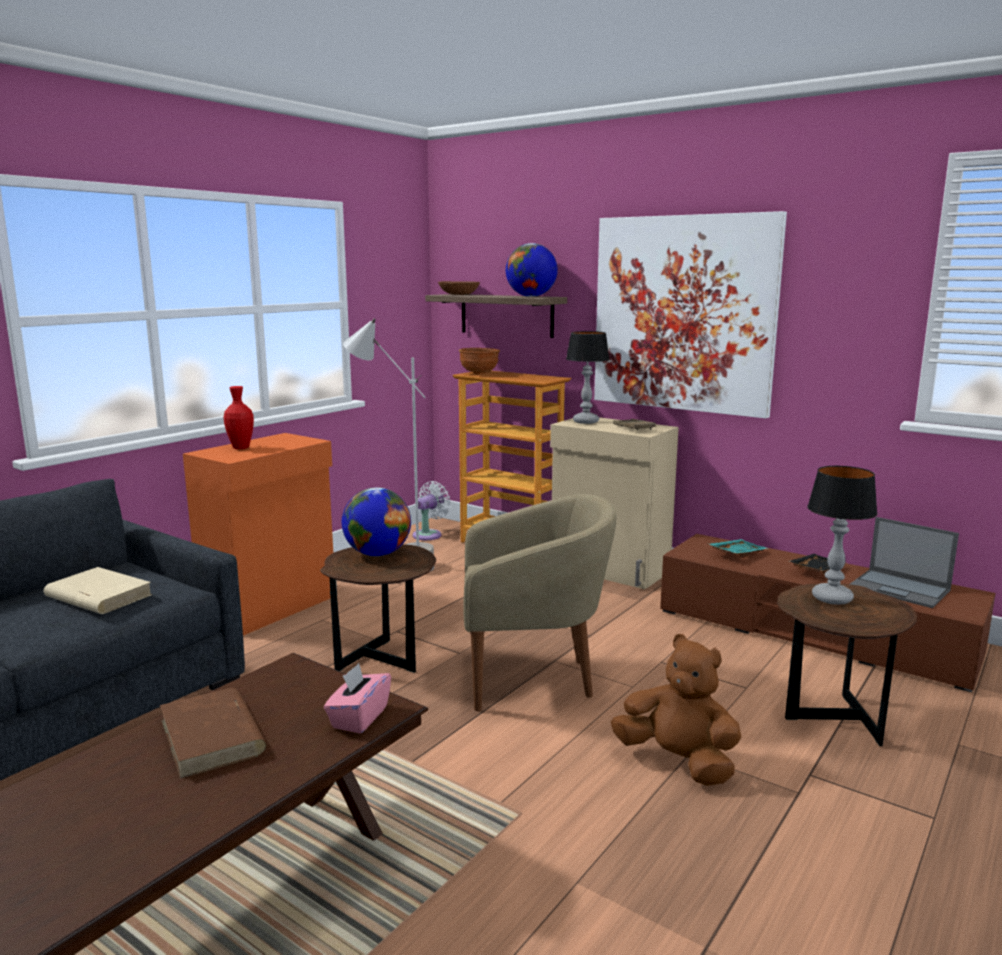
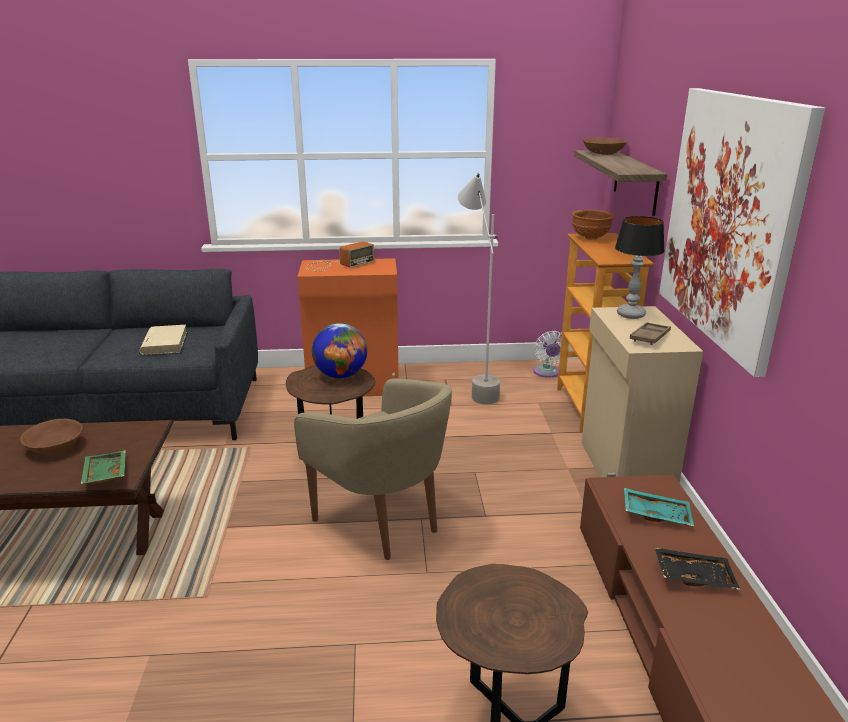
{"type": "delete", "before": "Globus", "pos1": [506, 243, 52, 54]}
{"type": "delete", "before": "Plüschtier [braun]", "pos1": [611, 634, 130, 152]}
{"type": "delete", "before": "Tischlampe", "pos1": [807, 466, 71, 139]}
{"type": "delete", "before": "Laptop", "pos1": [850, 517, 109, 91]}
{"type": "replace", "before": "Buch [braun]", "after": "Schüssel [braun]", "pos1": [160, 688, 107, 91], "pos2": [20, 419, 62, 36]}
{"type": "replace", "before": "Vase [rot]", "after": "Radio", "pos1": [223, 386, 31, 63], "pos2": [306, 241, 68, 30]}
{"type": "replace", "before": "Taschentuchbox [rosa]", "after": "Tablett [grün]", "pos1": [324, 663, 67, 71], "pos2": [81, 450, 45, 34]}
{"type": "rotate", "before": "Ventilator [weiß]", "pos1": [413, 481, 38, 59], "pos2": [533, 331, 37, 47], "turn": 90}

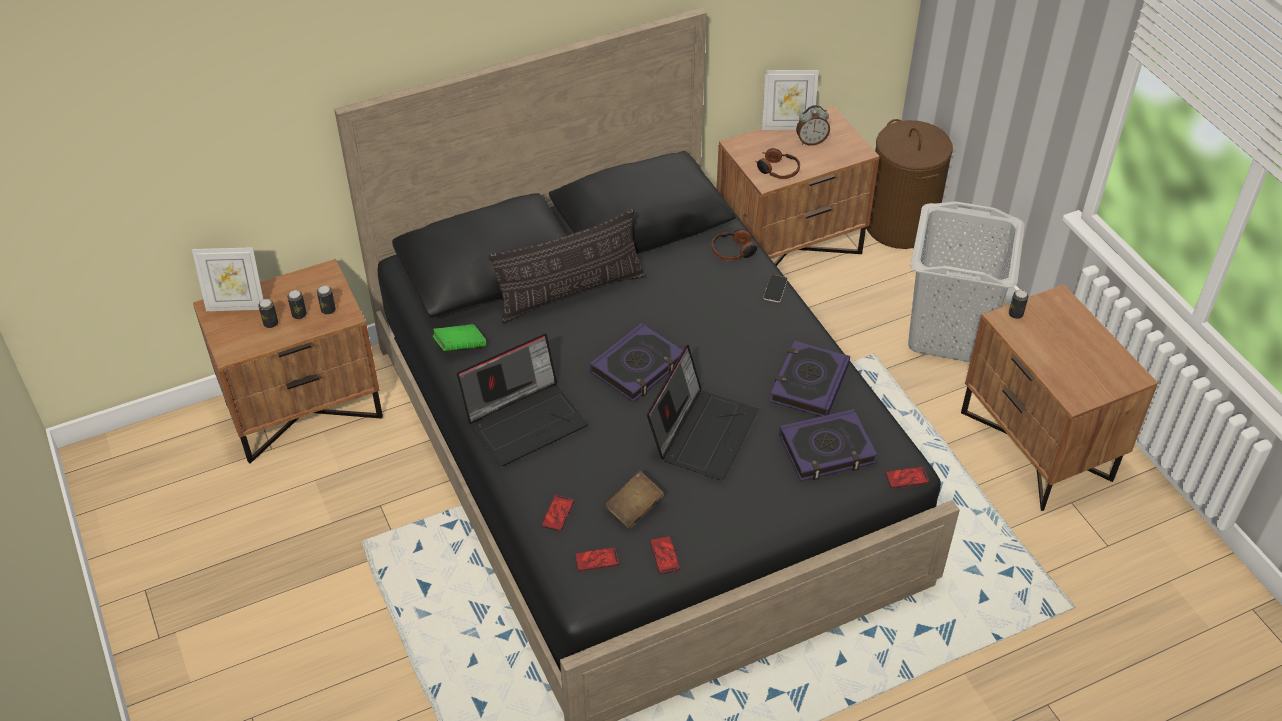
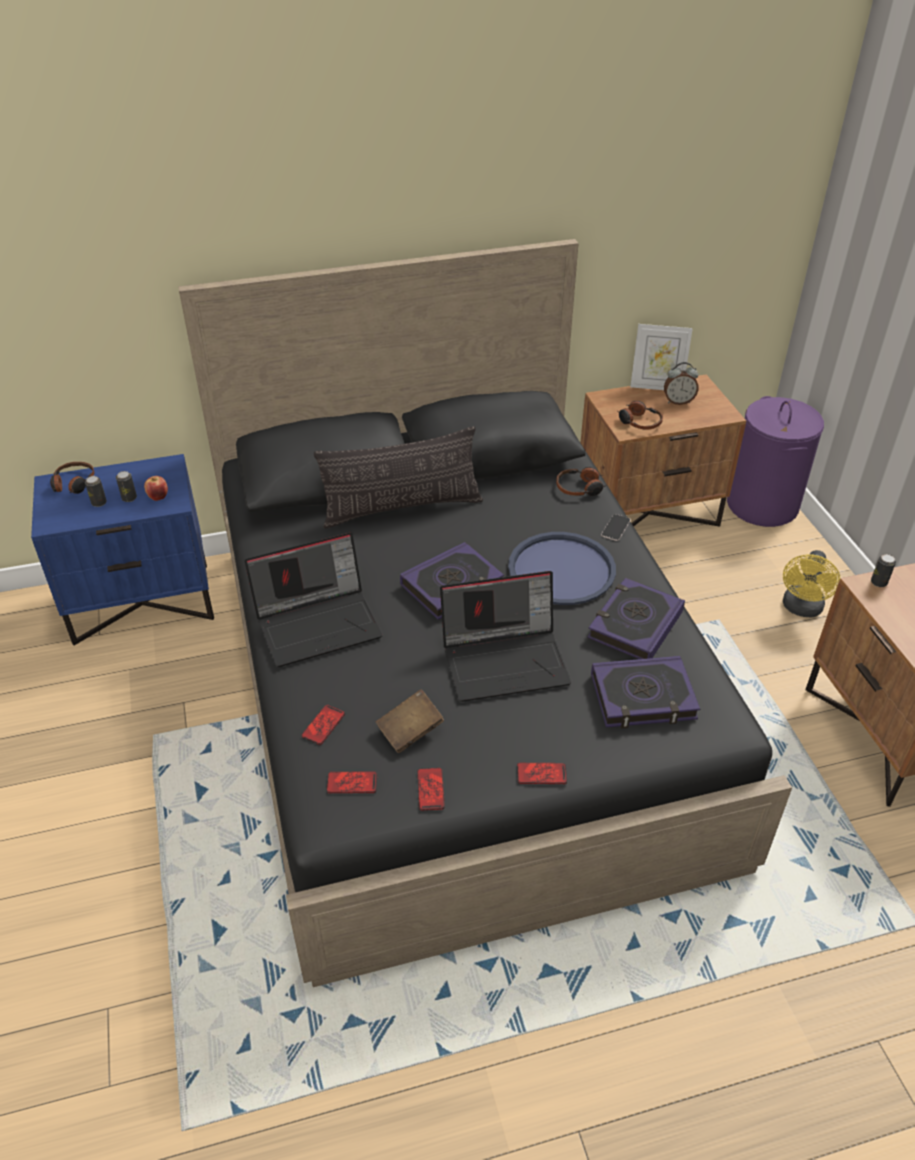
{"type": "delete", "before": "Buch [grün]", "pos1": [433, 324, 53, 27]}
{"type": "insert", "after": "Tablett [blau]", "pos2": [508, 532, 108, 73]}
{"type": "move", "before": "Handy", "pos1": [886, 467, 43, 21], "pos2": [517, 763, 50, 21]}
{"type": "replace", "before": "Bilderrahmen", "after": "Kopfhörer", "pos1": [192, 247, 71, 64], "pos2": [50, 462, 44, 32]}
{"type": "replace", "before": "Dose", "after": "Apfel", "pos1": [317, 285, 19, 30], "pos2": [144, 476, 24, 25]}
{"type": "replace", "before": "Wäschekorb [grau]", "after": "Ventilator [gelb]", "pos1": [908, 201, 117, 161], "pos2": [783, 550, 57, 68]}
{"type": "recolor", "before": "Nachttisch [braun]", "after": "Nachttisch [blau]", "pos1": [193, 259, 190, 205], "pos2": [31, 454, 183, 191]}
{"type": "recolor", "before": "Wäschekorb [braun]", "after": "Wäschekorb [lila]", "pos1": [866, 119, 87, 130], "pos2": [727, 396, 97, 131]}
{"type": "rotate", "before": "Laptop", "pos1": [647, 345, 112, 135], "pos2": [440, 571, 131, 131], "turn": 45}

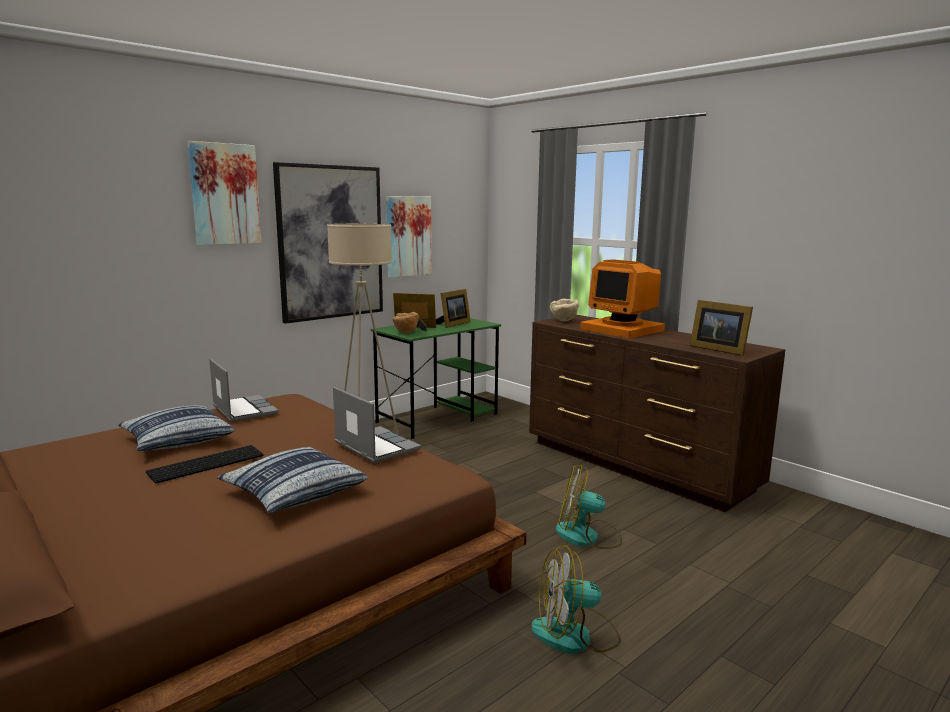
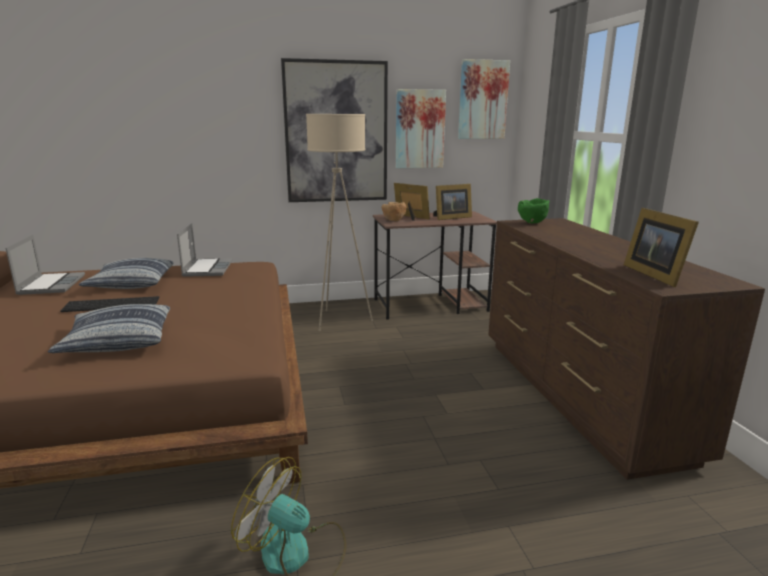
{"type": "delete", "before": "Ventilator", "pos1": [556, 465, 66, 84]}
{"type": "delete", "before": "Monitor", "pos1": [580, 259, 85, 79]}
{"type": "move", "before": "Bild", "pos1": [188, 141, 73, 104], "pos2": [458, 59, 52, 80]}
{"type": "move", "before": "Laptop", "pos1": [333, 387, 88, 76], "pos2": [5, 235, 80, 60]}
{"type": "recolor", "before": "Schreibtisch [grün]", "after": "Schreibtisch [braun]", "pos1": [371, 318, 130, 121], "pos2": [373, 211, 124, 109]}
{"type": "recolor", "before": "Schüssel [beige]", "after": "Schüssel [grün]", "pos1": [550, 299, 29, 23], "pos2": [518, 198, 32, 26]}

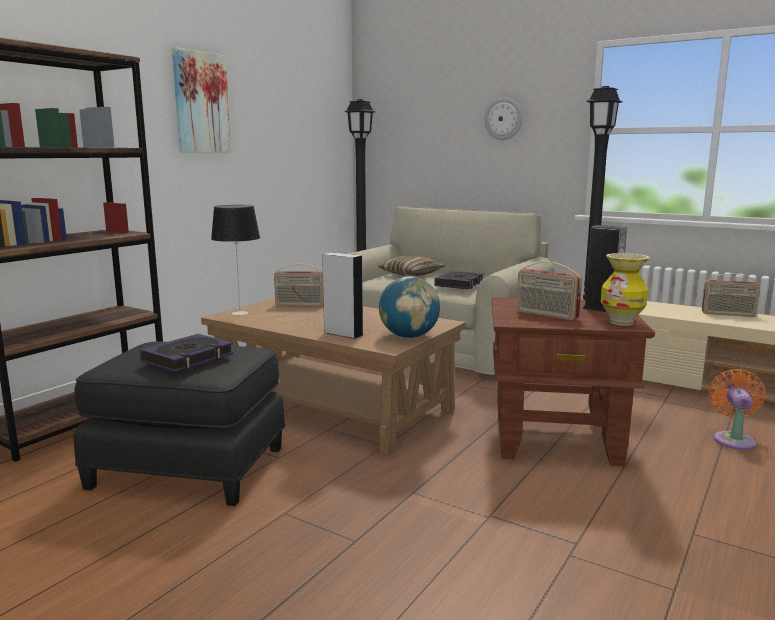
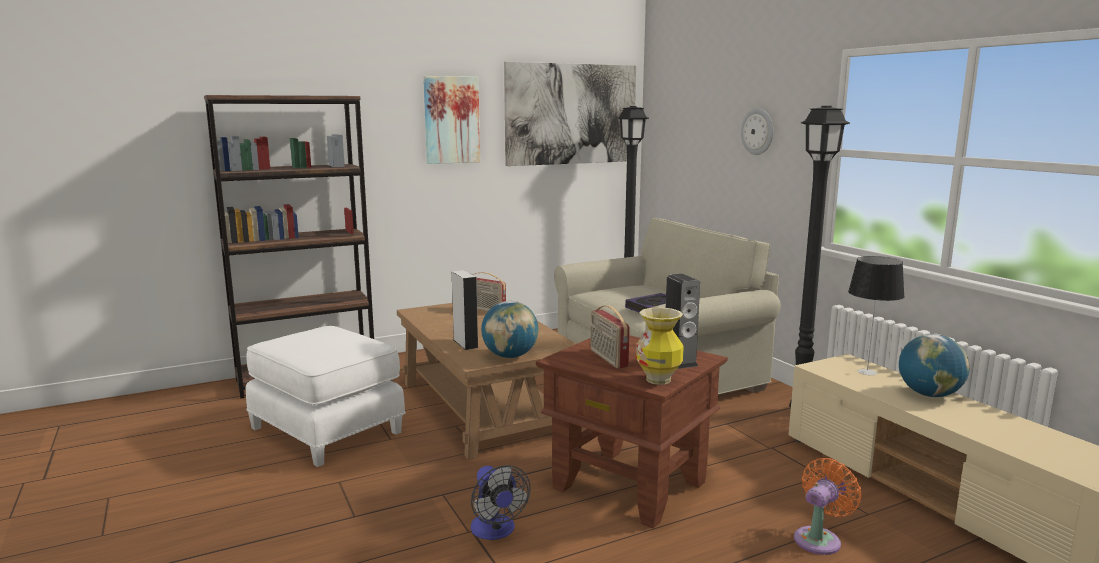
{"type": "delete", "before": "Buch", "pos1": [140, 334, 94, 38]}
{"type": "delete", "before": "Kissen", "pos1": [378, 256, 68, 20]}
{"type": "insert", "after": "Ventilator", "pos2": [471, 465, 60, 75]}
{"type": "insert", "after": "Bild", "pos2": [504, 62, 132, 104]}
{"type": "move", "before": "Tischlampe", "pos1": [211, 205, 49, 110], "pos2": [848, 256, 57, 119]}
{"type": "replace", "before": "Radio", "after": "Globus", "pos1": [702, 273, 59, 44], "pos2": [899, 334, 70, 63]}
{"type": "recolor", "before": "Polsterhocker [schwarz]", "after": "Polsterhocker [weiß]", "pos1": [73, 341, 213, 165], "pos2": [246, 326, 160, 141]}

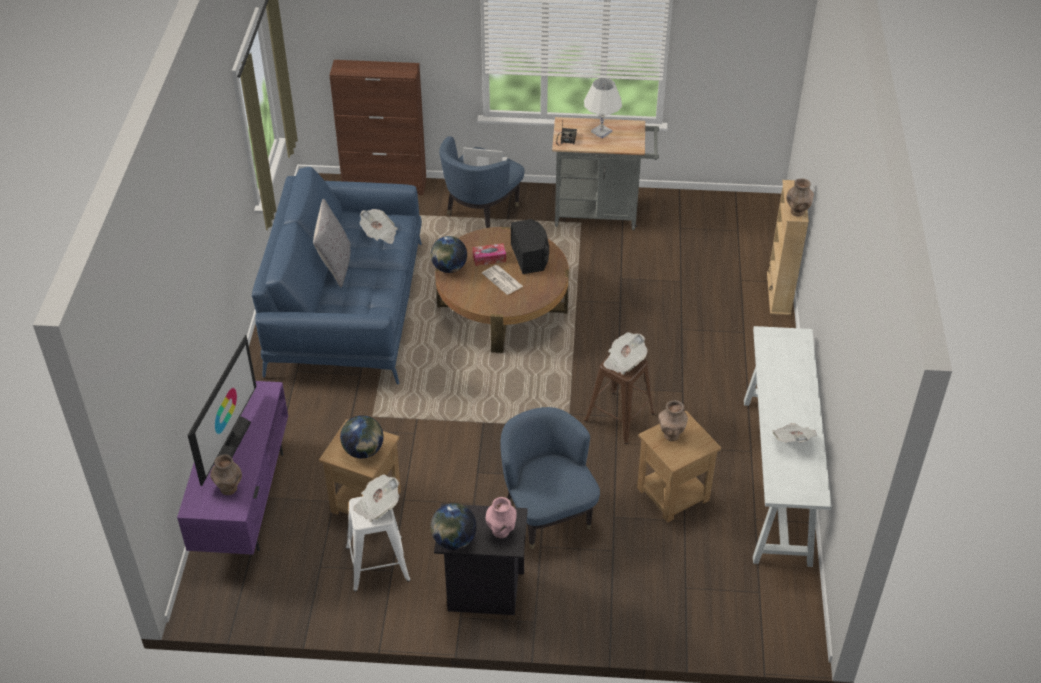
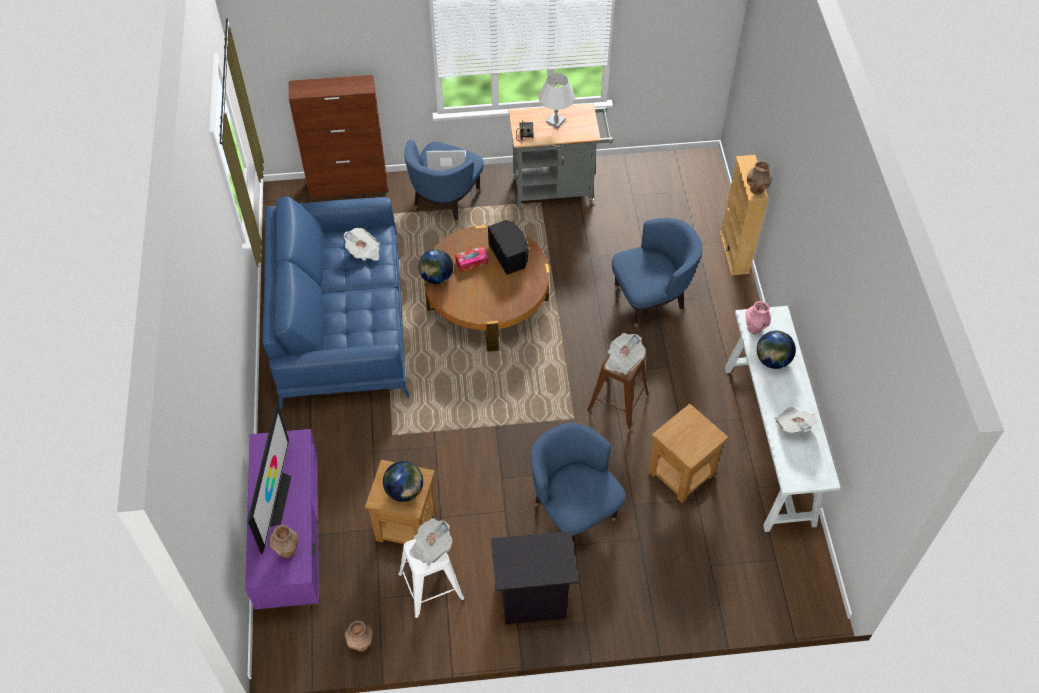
{"type": "delete", "before": "Kissen [grau]", "pos1": [313, 199, 38, 89]}
{"type": "delete", "before": "Zeitung", "pos1": [482, 265, 41, 30]}
{"type": "insert", "after": "Sessel [blau]", "pos2": [612, 218, 91, 109]}
{"type": "move", "before": "Globus", "pos1": [431, 503, 46, 47], "pos2": [757, 331, 39, 38]}
{"type": "move", "before": "Vase [rosa]", "pos1": [486, 497, 31, 41], "pos2": [746, 301, 25, 33]}
{"type": "move", "before": "Vase [braun]", "pos1": [658, 400, 30, 41], "pos2": [345, 620, 28, 32]}

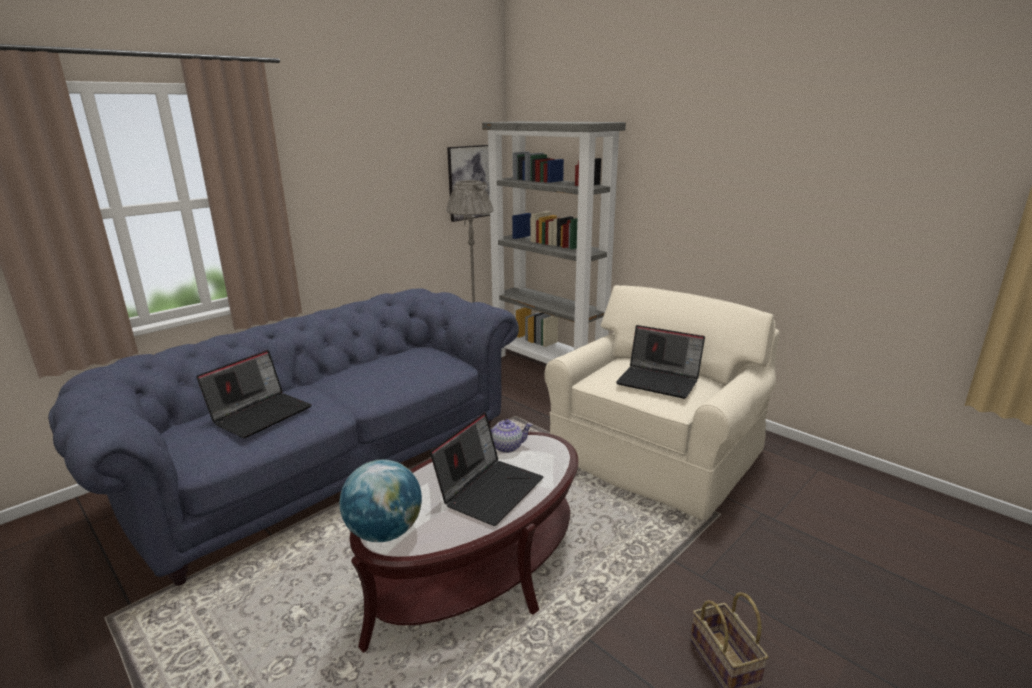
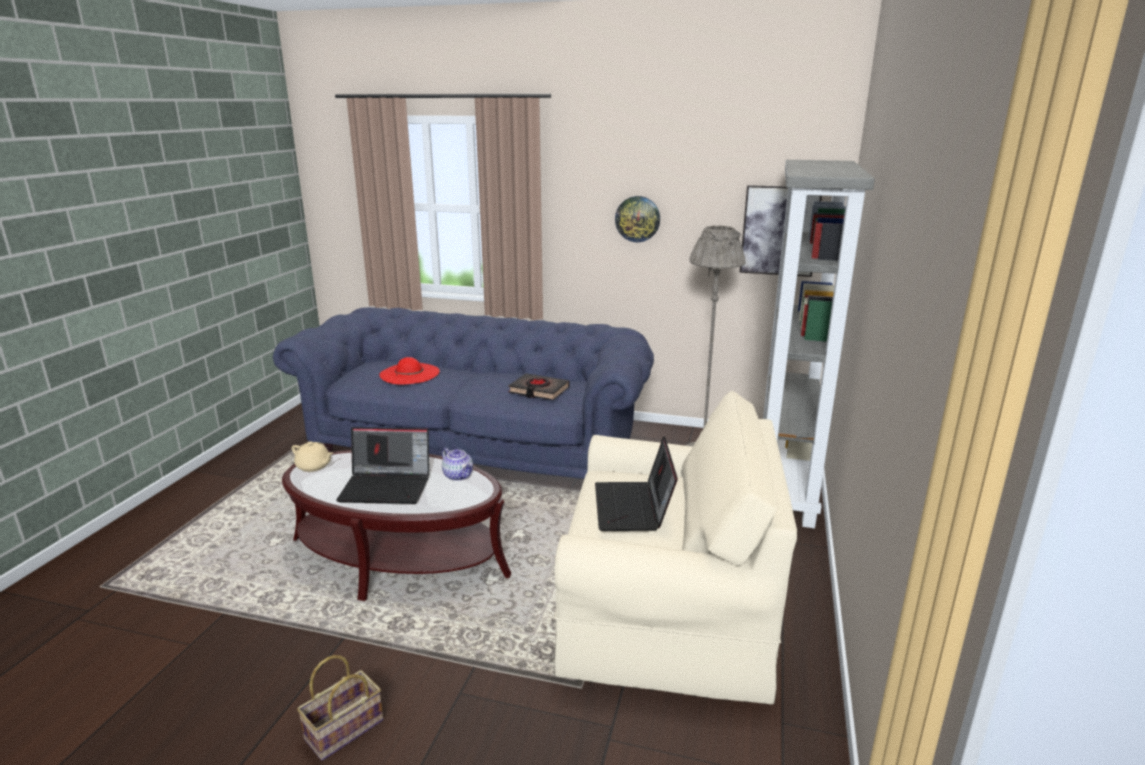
{"type": "insert", "after": "Buch [schwarz]", "pos2": [508, 373, 62, 27]}
{"type": "insert", "after": "Wanduhr", "pos2": [615, 196, 45, 46]}
{"type": "replace", "before": "Laptop", "after": "Hut [rot]", "pos1": [196, 350, 115, 88], "pos2": [379, 357, 61, 28]}
{"type": "replace", "before": "Globus", "after": "Teekanne [beige]", "pos1": [340, 459, 82, 83], "pos2": [291, 441, 42, 31]}

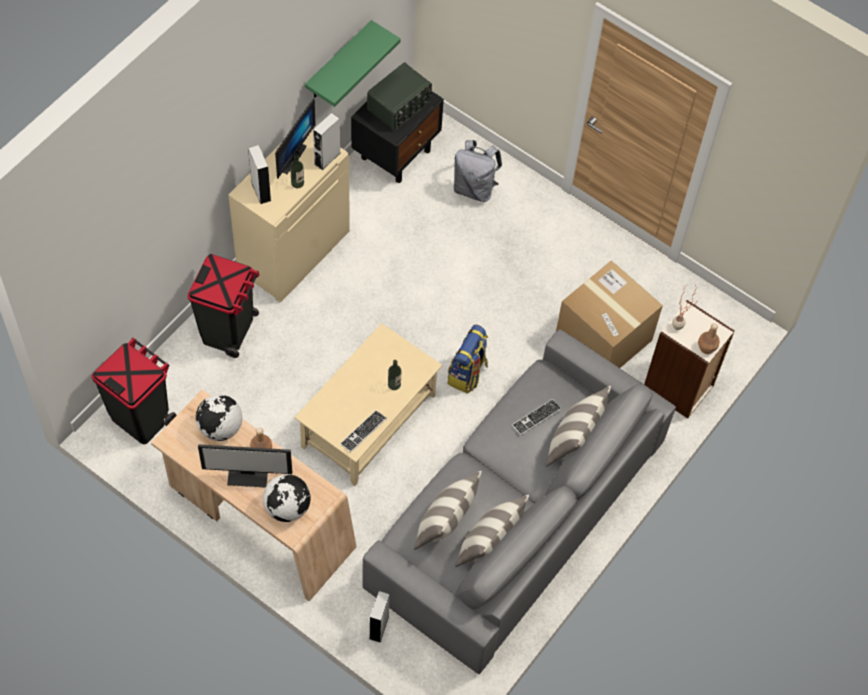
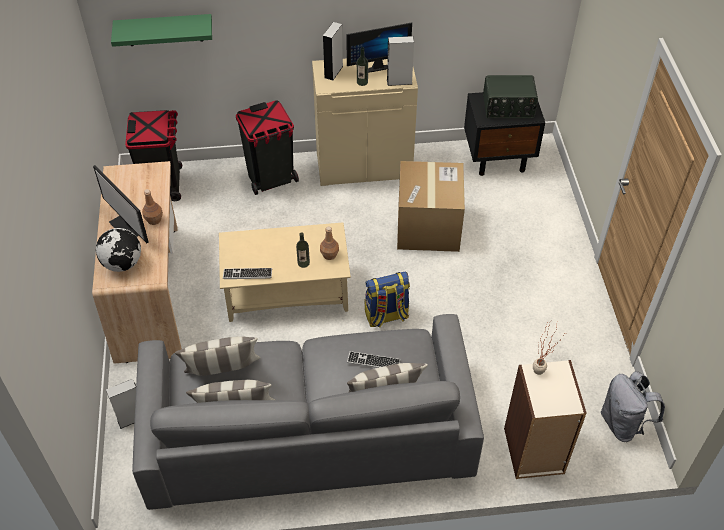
{"type": "delete", "before": "Globus", "pos1": [196, 395, 46, 46]}
{"type": "move", "before": "Wandregal [grün]", "pos1": [305, 20, 96, 87], "pos2": [111, 14, 101, 33]}
{"type": "move", "before": "Rucksack [grau]", "pos1": [454, 140, 48, 62], "pos2": [601, 371, 64, 71]}
{"type": "move", "before": "Karton", "pos1": [556, 260, 107, 108], "pos2": [397, 161, 68, 91]}
{"type": "move", "before": "Flasche [braun]", "pos1": [698, 323, 22, 31], "pos2": [320, 226, 19, 34]}

